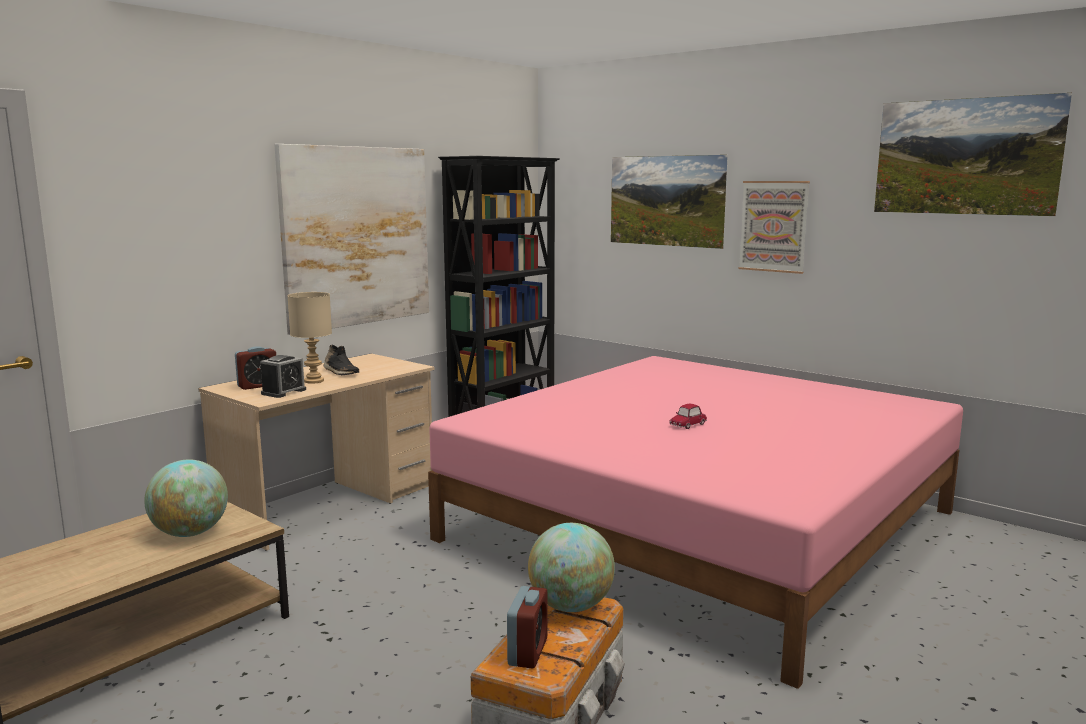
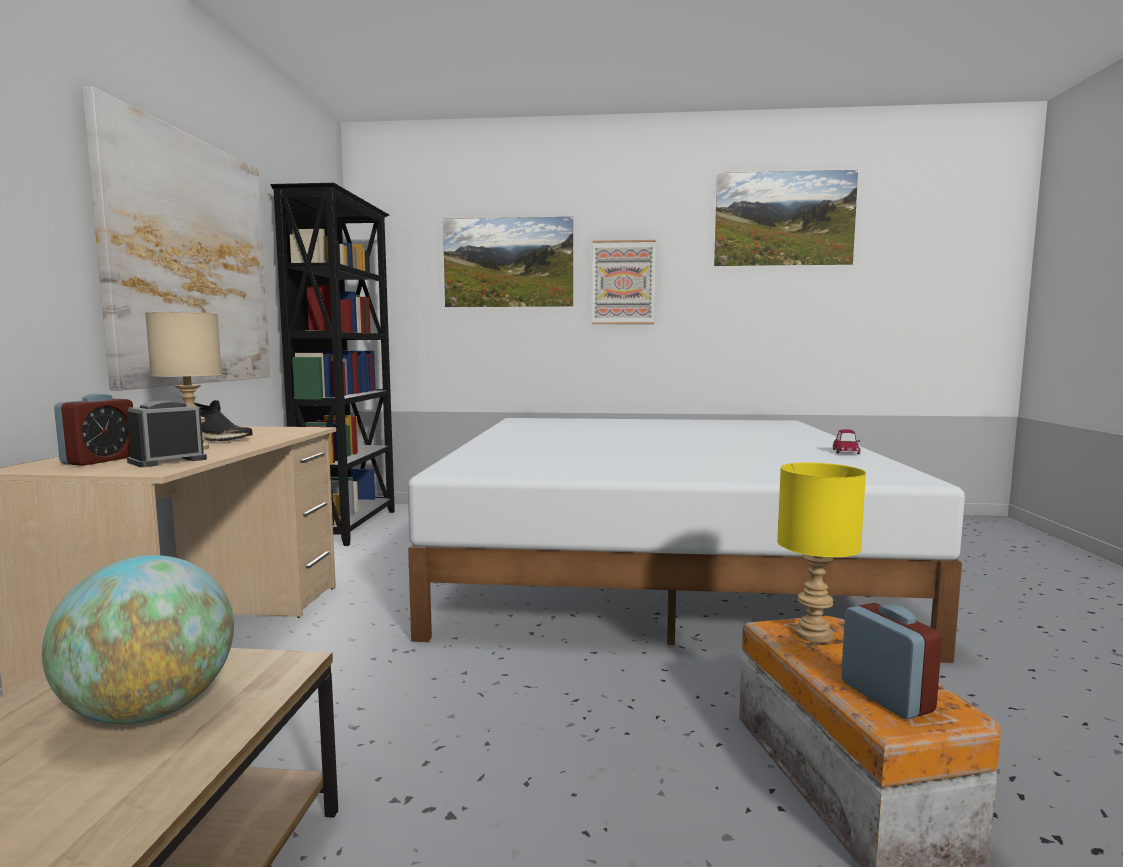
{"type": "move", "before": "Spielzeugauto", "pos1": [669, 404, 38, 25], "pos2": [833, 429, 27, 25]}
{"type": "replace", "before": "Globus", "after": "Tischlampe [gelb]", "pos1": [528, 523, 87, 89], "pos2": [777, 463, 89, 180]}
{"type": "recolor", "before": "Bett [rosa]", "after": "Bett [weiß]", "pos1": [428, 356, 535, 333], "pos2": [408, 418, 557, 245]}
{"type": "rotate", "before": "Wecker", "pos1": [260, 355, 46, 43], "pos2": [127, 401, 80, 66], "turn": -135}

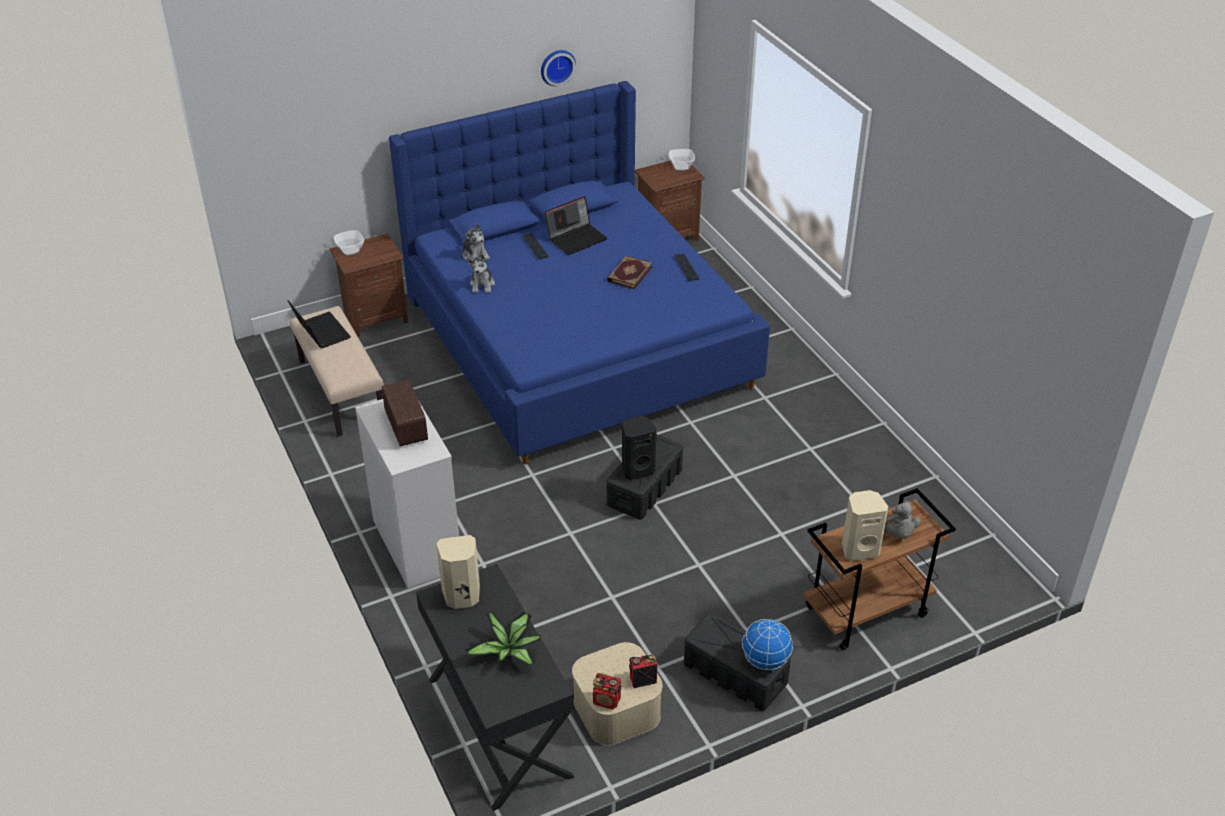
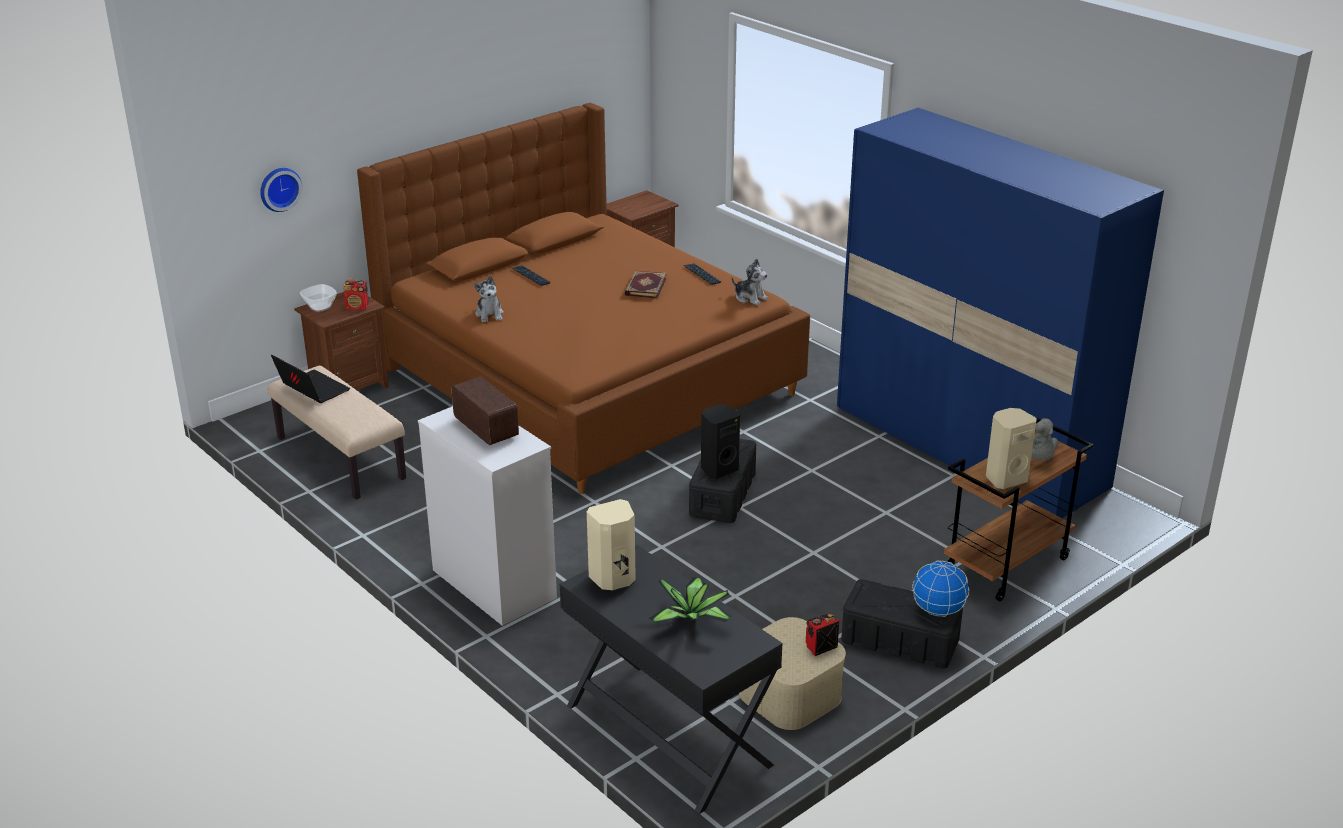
{"type": "delete", "before": "Laptop", "pos1": [545, 196, 63, 59]}
{"type": "delete", "before": "Schüssel", "pos1": [669, 149, 26, 22]}
{"type": "insert", "after": "Kleiderschrank [blau]", "pos2": [837, 108, 327, 410]}
{"type": "move", "before": "Plüschtier", "pos1": [463, 224, 27, 36], "pos2": [731, 258, 37, 47]}
{"type": "move", "before": "Wanduhr", "pos1": [541, 50, 35, 36], "pos2": [260, 168, 42, 44]}
{"type": "move", "before": "Radio", "pos1": [593, 673, 28, 36], "pos2": [343, 279, 26, 31]}
{"type": "recolor", "before": "Bett [blau]", "after": "Bett [braun]", "pos1": [389, 81, 381, 384], "pos2": [357, 103, 453, 391]}

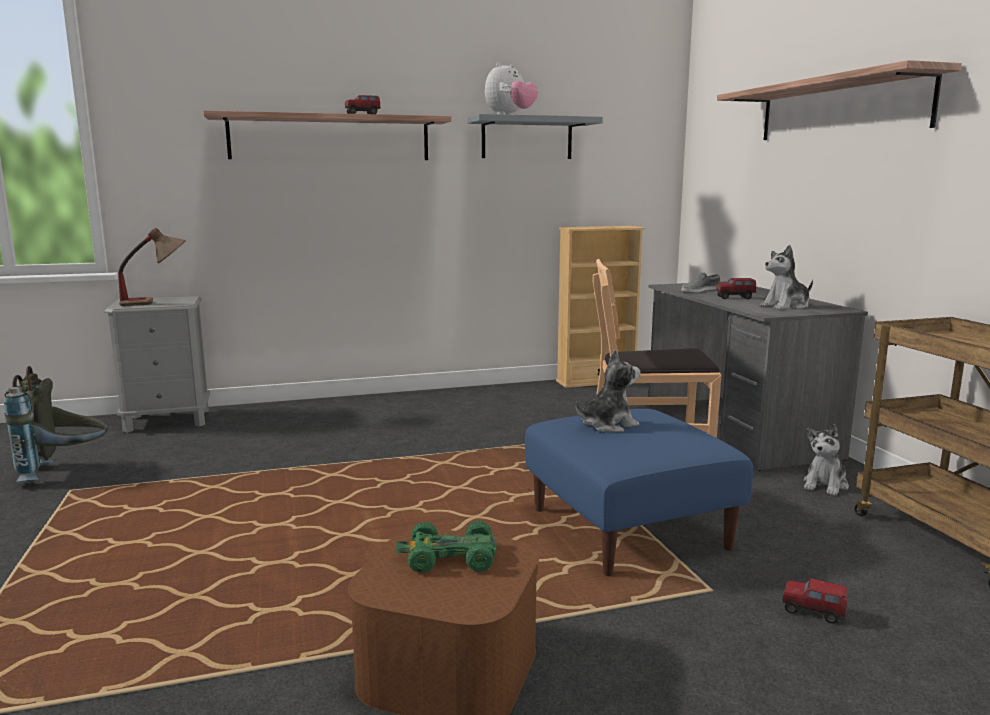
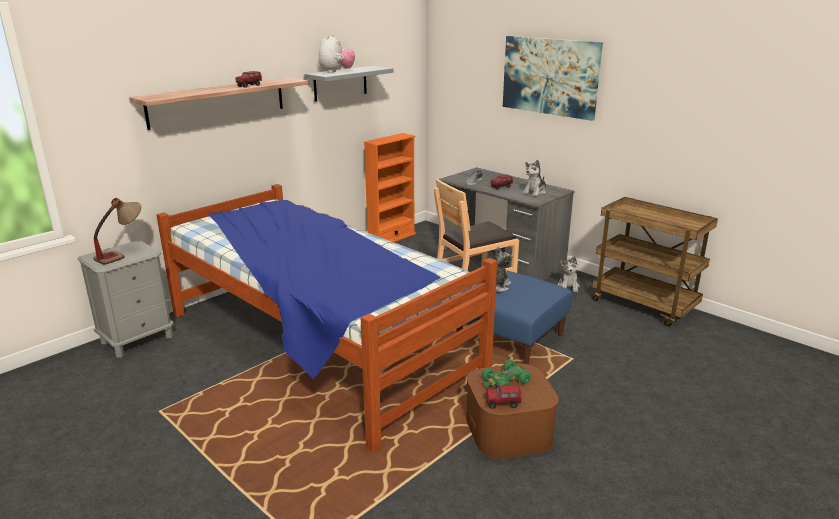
{"type": "delete", "before": "Rucksack [grau]", "pos1": [4, 366, 104, 117]}
{"type": "insert", "after": "Bett", "pos2": [156, 184, 341, 268]}
{"type": "move", "before": "Spielzeuglaster", "pos1": [783, 578, 65, 45], "pos2": [486, 385, 36, 24]}
{"type": "replace", "before": "Wandregal", "after": "Bild", "pos1": [717, 60, 245, 80], "pos2": [503, 36, 100, 85]}
{"type": "recolor", "before": "Bücherregal [beige]", "after": "Bücherregal [orange]", "pos1": [556, 226, 89, 162], "pos2": [363, 133, 53, 109]}

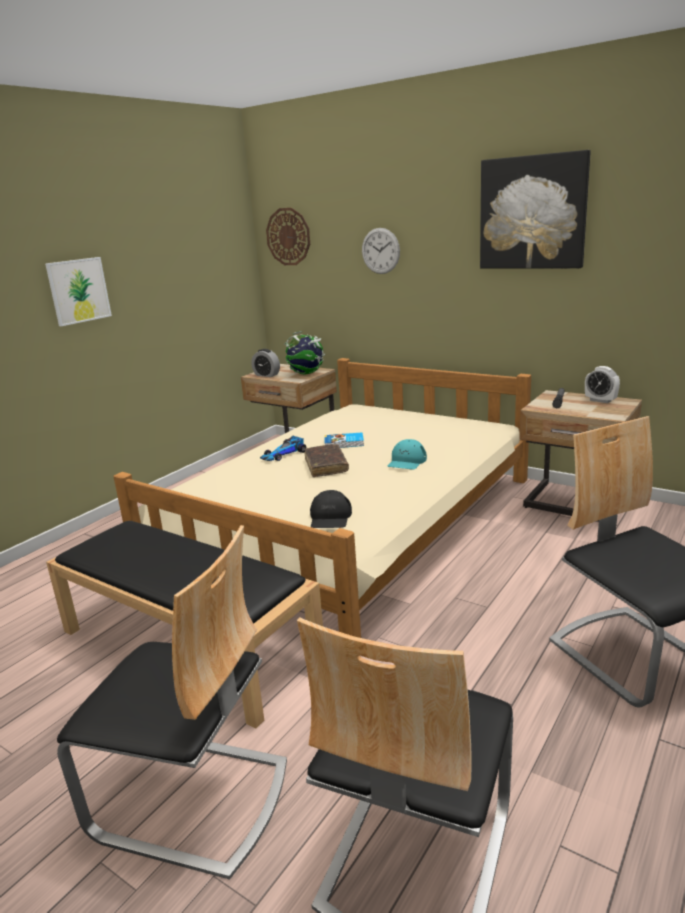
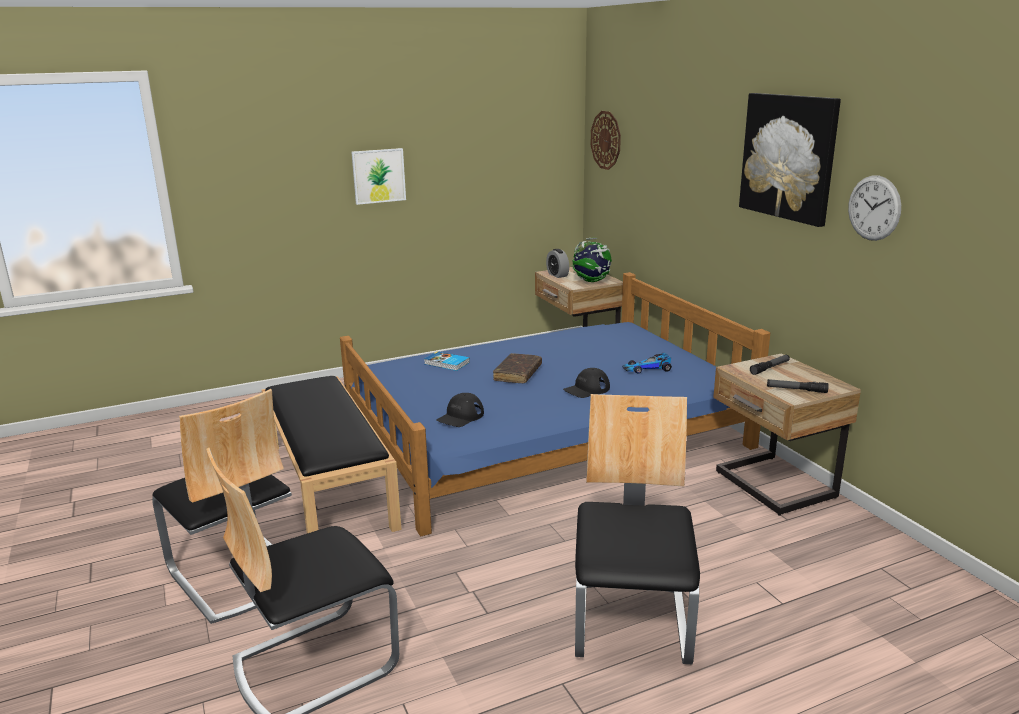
{"type": "delete", "before": "Wecker", "pos1": [585, 366, 35, 37]}
{"type": "insert", "after": "Taschenlampe", "pos2": [767, 379, 62, 14]}
{"type": "move", "before": "Spielzeugauto", "pos1": [260, 436, 46, 25], "pos2": [622, 352, 50, 22]}
{"type": "move", "before": "Buch", "pos1": [324, 433, 40, 15], "pos2": [424, 351, 46, 20]}
{"type": "move", "before": "Wanduhr", "pos1": [362, 228, 38, 46], "pos2": [848, 176, 53, 65]}
{"type": "recolor", "before": "Bett [beige]", "after": "Bett [blau]", "pos1": [113, 358, 418, 280], "pos2": [340, 272, 430, 264]}
{"type": "recolor", "before": "Kappe [türkis]", "after": "Kappe [schwarz]", "pos1": [387, 439, 40, 31], "pos2": [563, 368, 47, 30]}

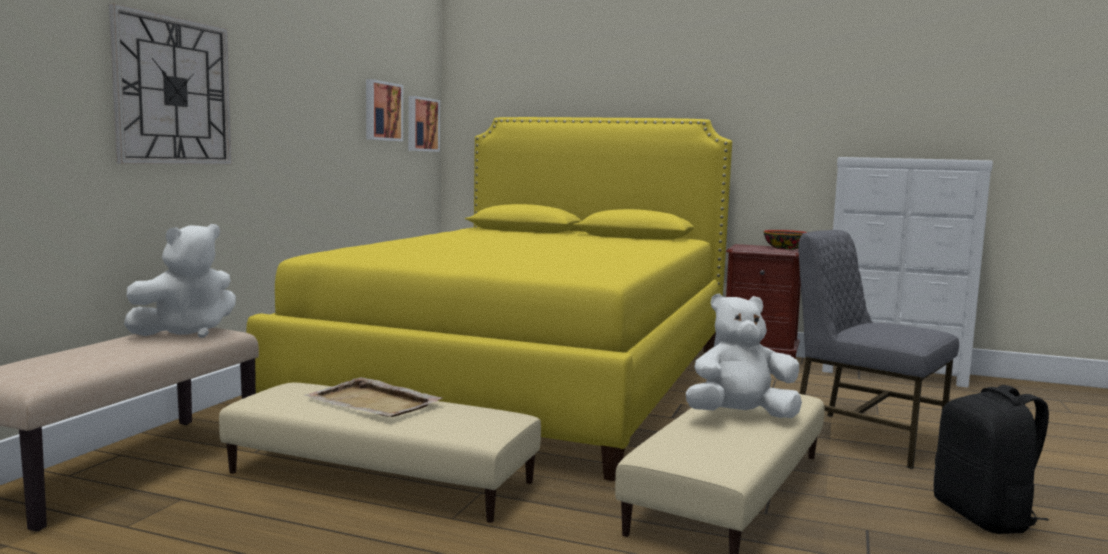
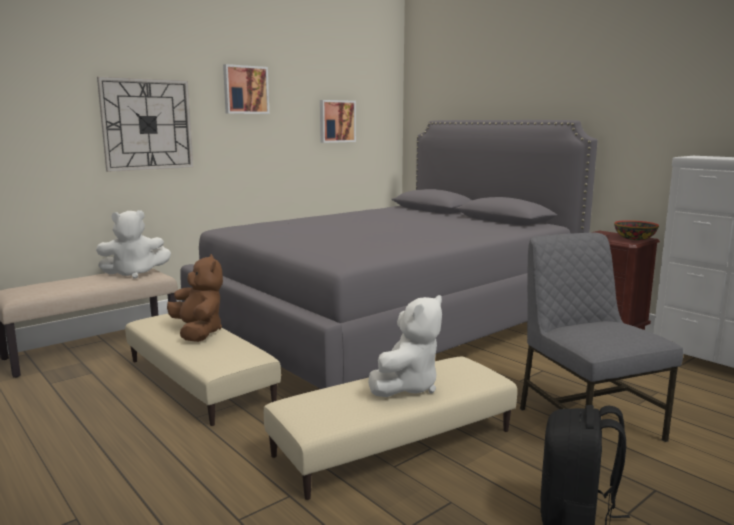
{"type": "move", "before": "Bild", "pos1": [408, 96, 32, 56], "pos2": [223, 64, 46, 50]}
{"type": "replace", "before": "Tablett [beige]", "after": "Plüschtier [braun]", "pos1": [304, 377, 139, 40], "pos2": [167, 254, 56, 88]}
{"type": "recolor", "before": "Bett [gelb]", "after": "Bett [grau]", "pos1": [246, 117, 486, 364], "pos2": [180, 120, 417, 269]}
{"type": "rotate", "before": "Plüschtier [weiß]", "pos1": [686, 293, 116, 125], "pos2": [368, 295, 74, 102], "turn": 105}

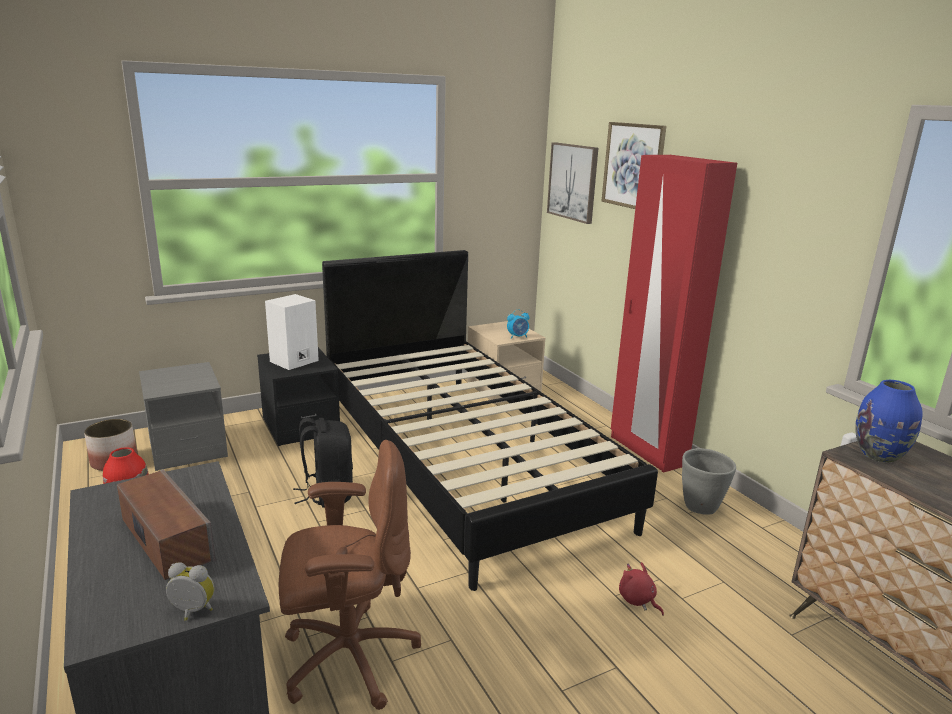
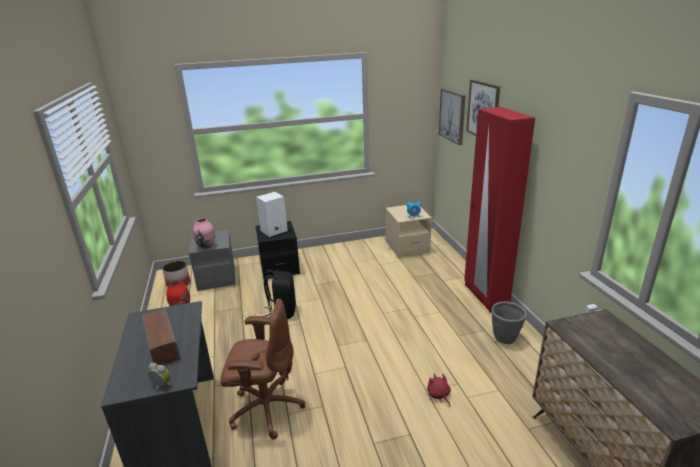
{"type": "delete", "before": "Bett [schwarz]", "pos1": [322, 250, 336, 341]}
{"type": "delete", "before": "Vase [blau]", "pos1": [855, 380, 68, 83]}
{"type": "insert", "after": "Vase [rosa]", "pos2": [193, 218, 22, 31]}

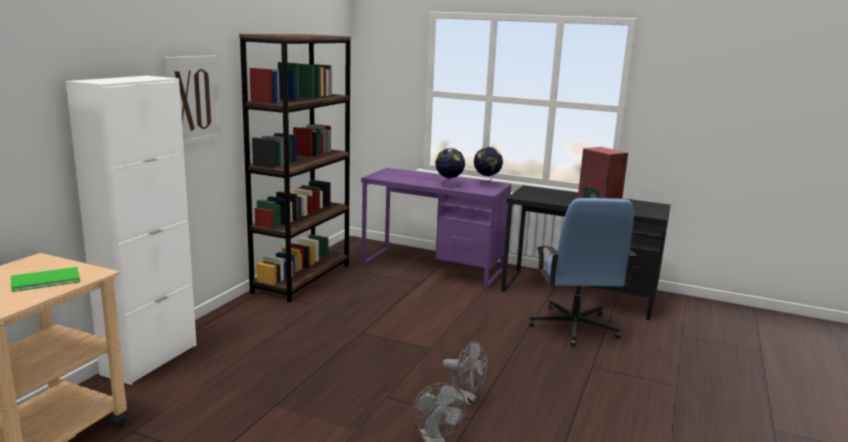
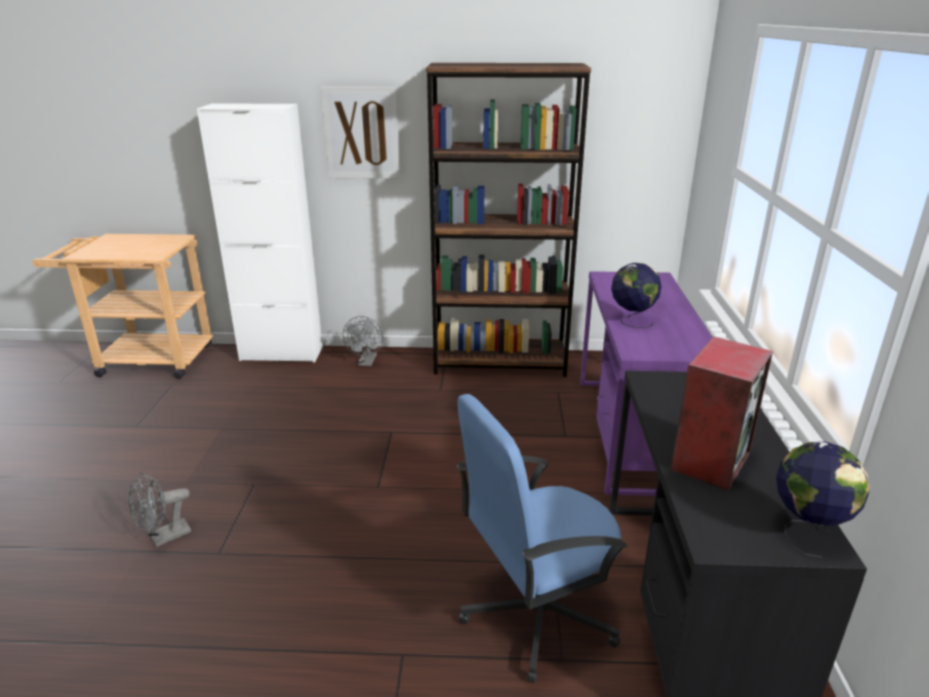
{"type": "delete", "before": "Buch [grün]", "pos1": [11, 267, 69, 25]}
{"type": "move", "before": "Ventilator [grau]", "pos1": [442, 341, 46, 65], "pos2": [343, 316, 40, 50]}
{"type": "move", "before": "Globus", "pos1": [474, 147, 29, 39], "pos2": [776, 442, 93, 116]}

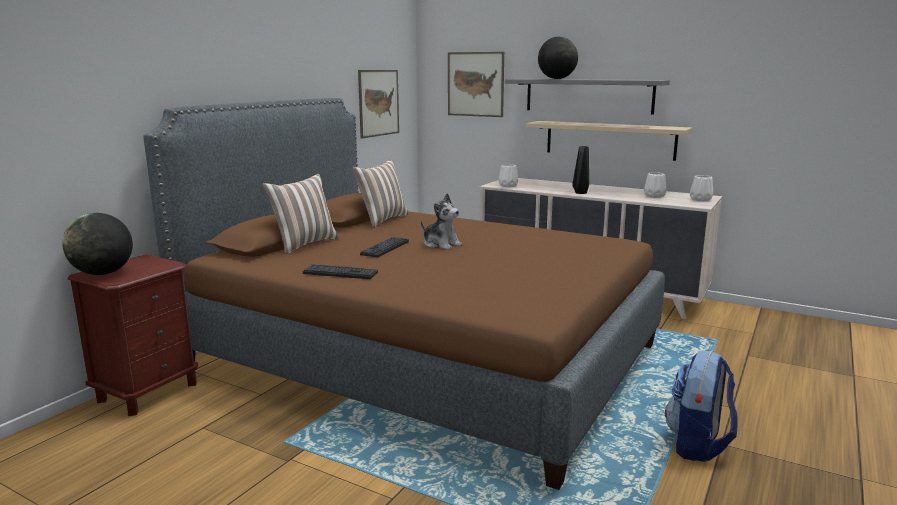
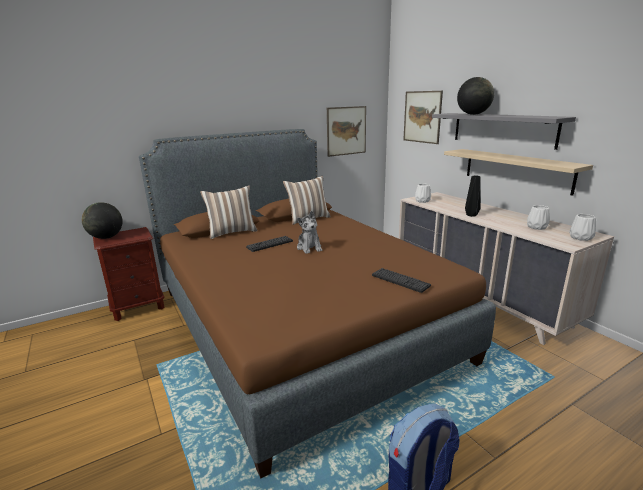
{"type": "move", "before": "Tastatur", "pos1": [303, 264, 75, 15], "pos2": [372, 268, 59, 25]}

